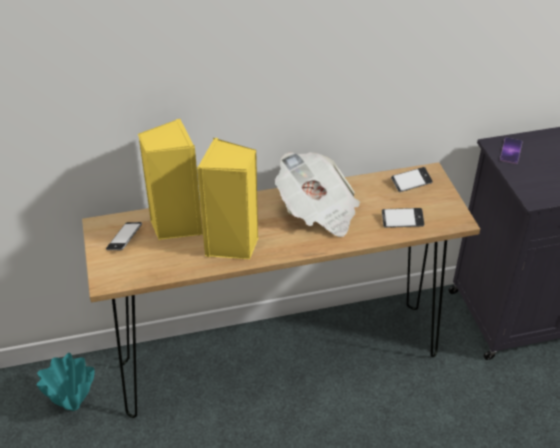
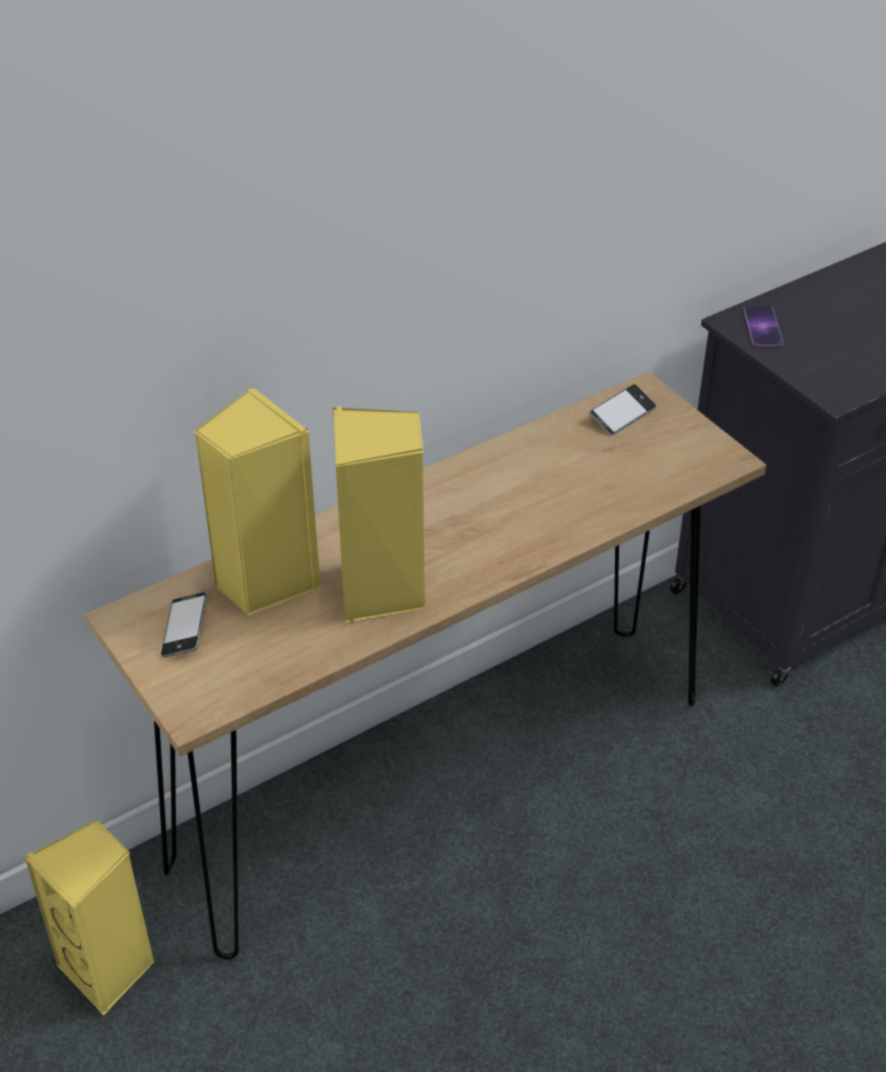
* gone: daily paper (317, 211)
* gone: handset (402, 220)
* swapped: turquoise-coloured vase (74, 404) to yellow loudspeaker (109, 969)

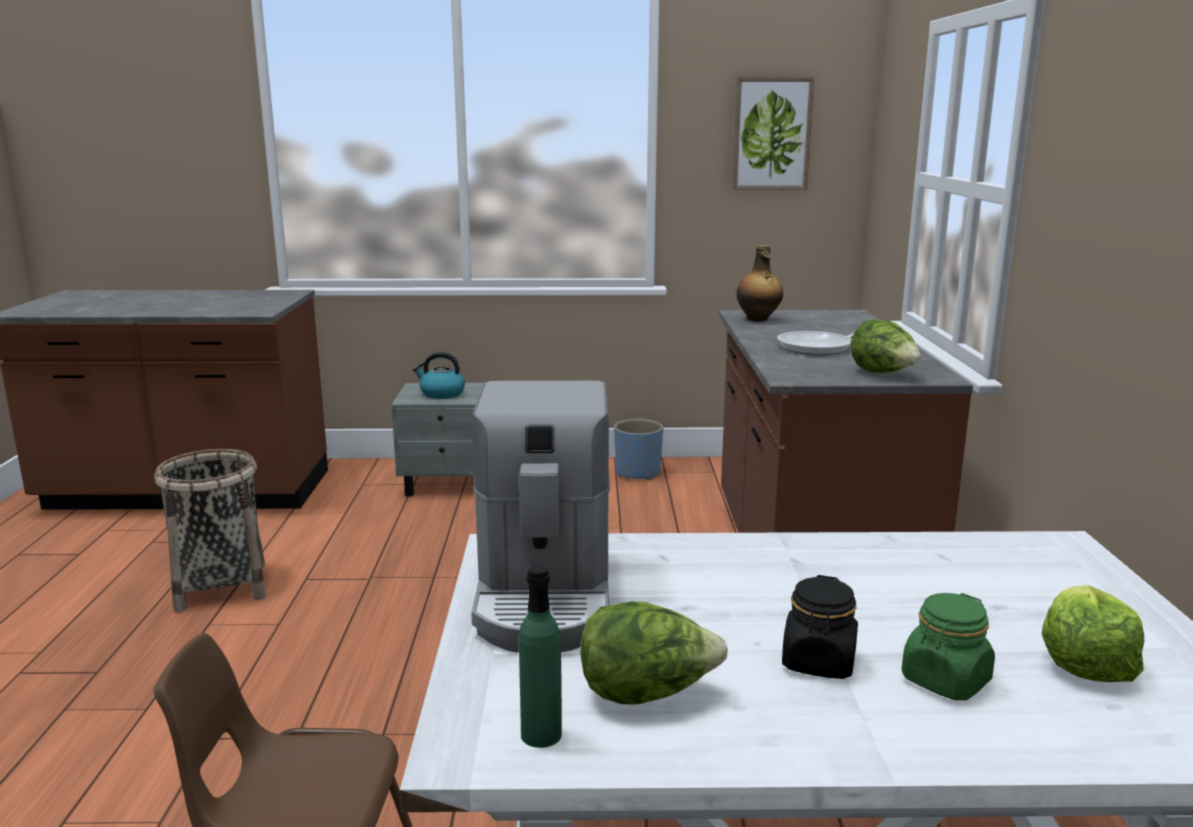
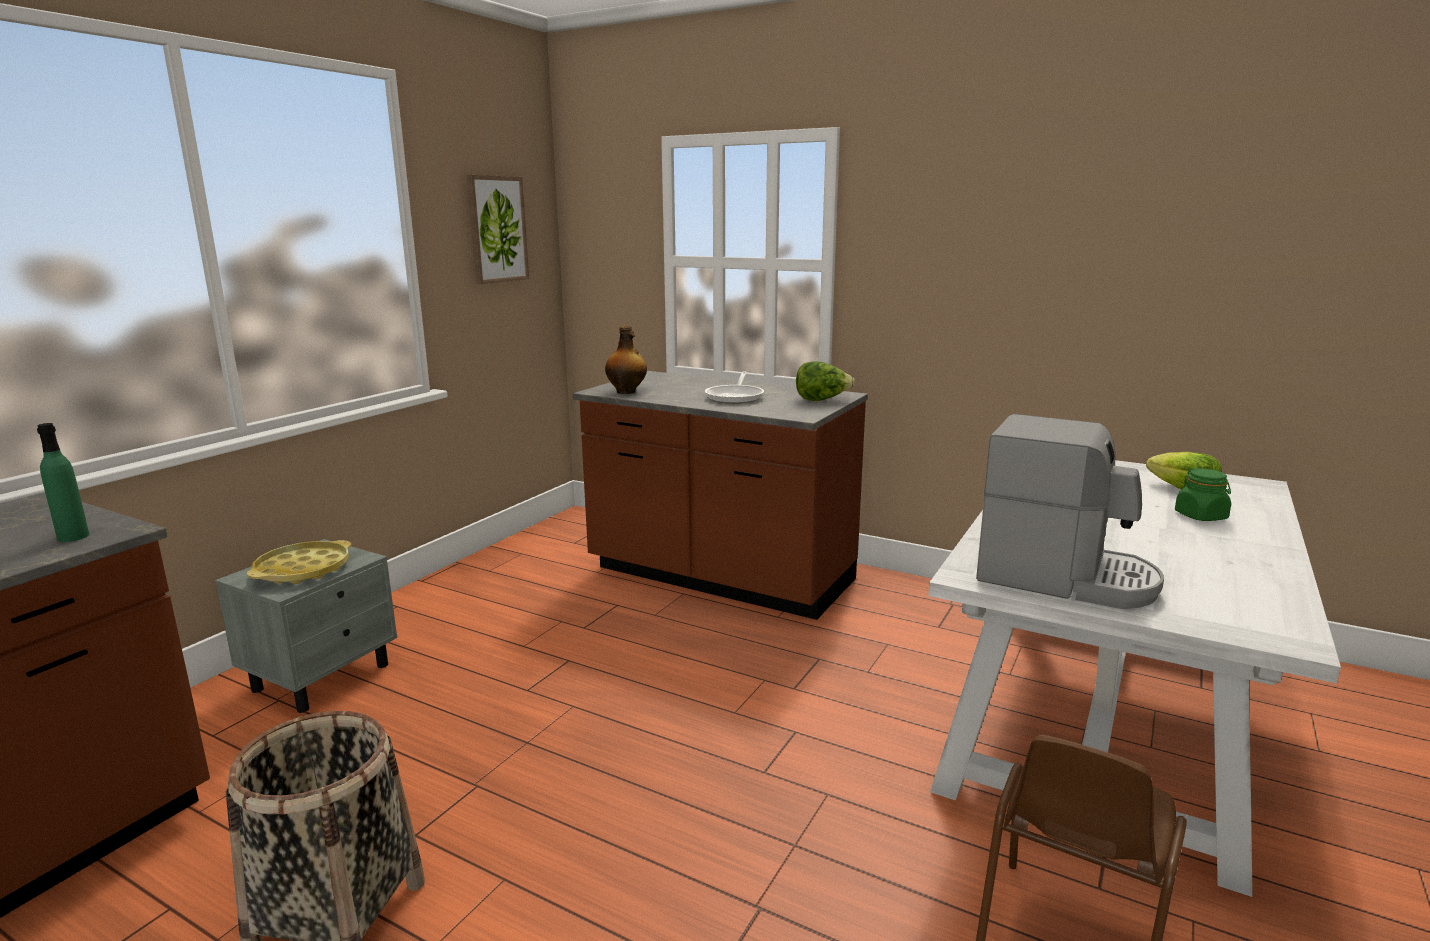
* gone: lettuce head (646, 694)
* gone: blue plant pot (638, 473)
* gone: blackish storage jar (818, 662)
* shifted: green-coloured drink bottle (541, 734) to (73, 537)
* swapped: kettle (441, 394) to yellow serving tray (303, 570)

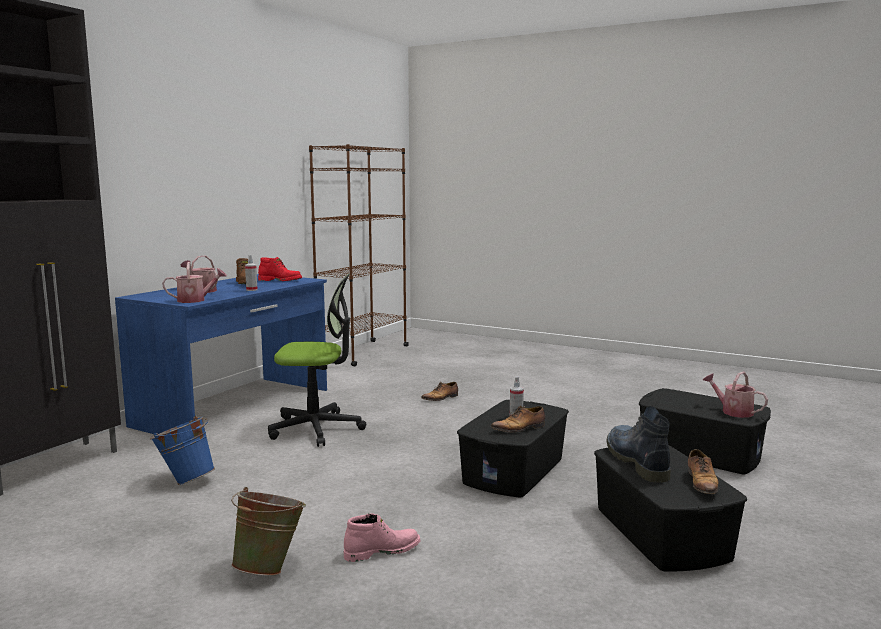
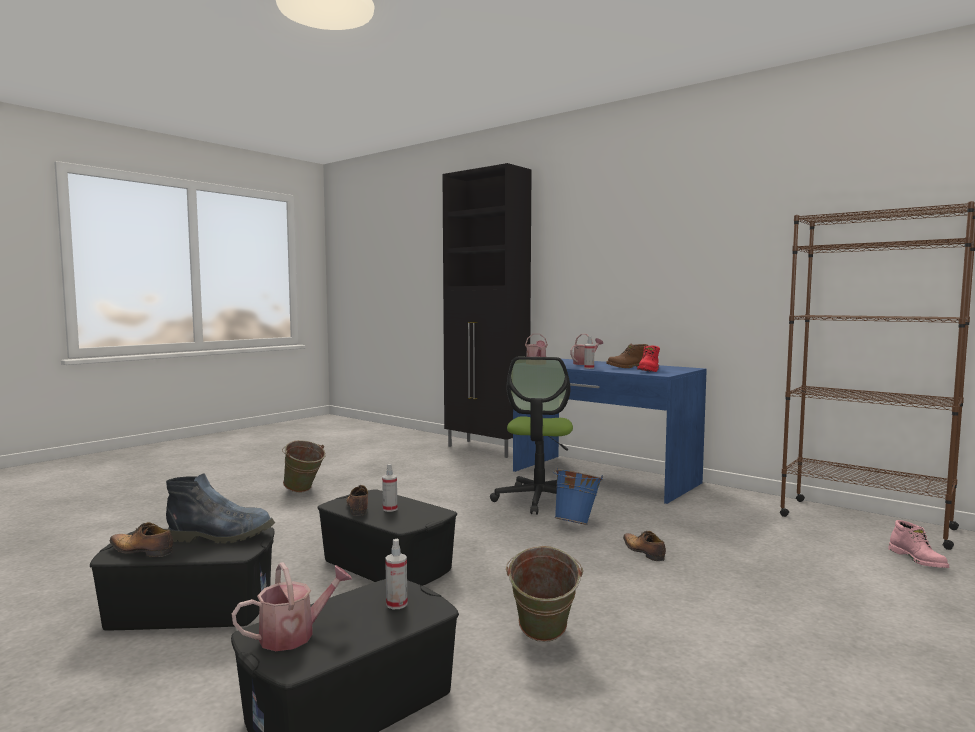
* new: hand sprayer (396, 604)
* new: green-coloured pail (542, 640)
* shifted: blue pail (185, 480) to (576, 523)
* shifted: pinkish boot (382, 551) to (918, 560)

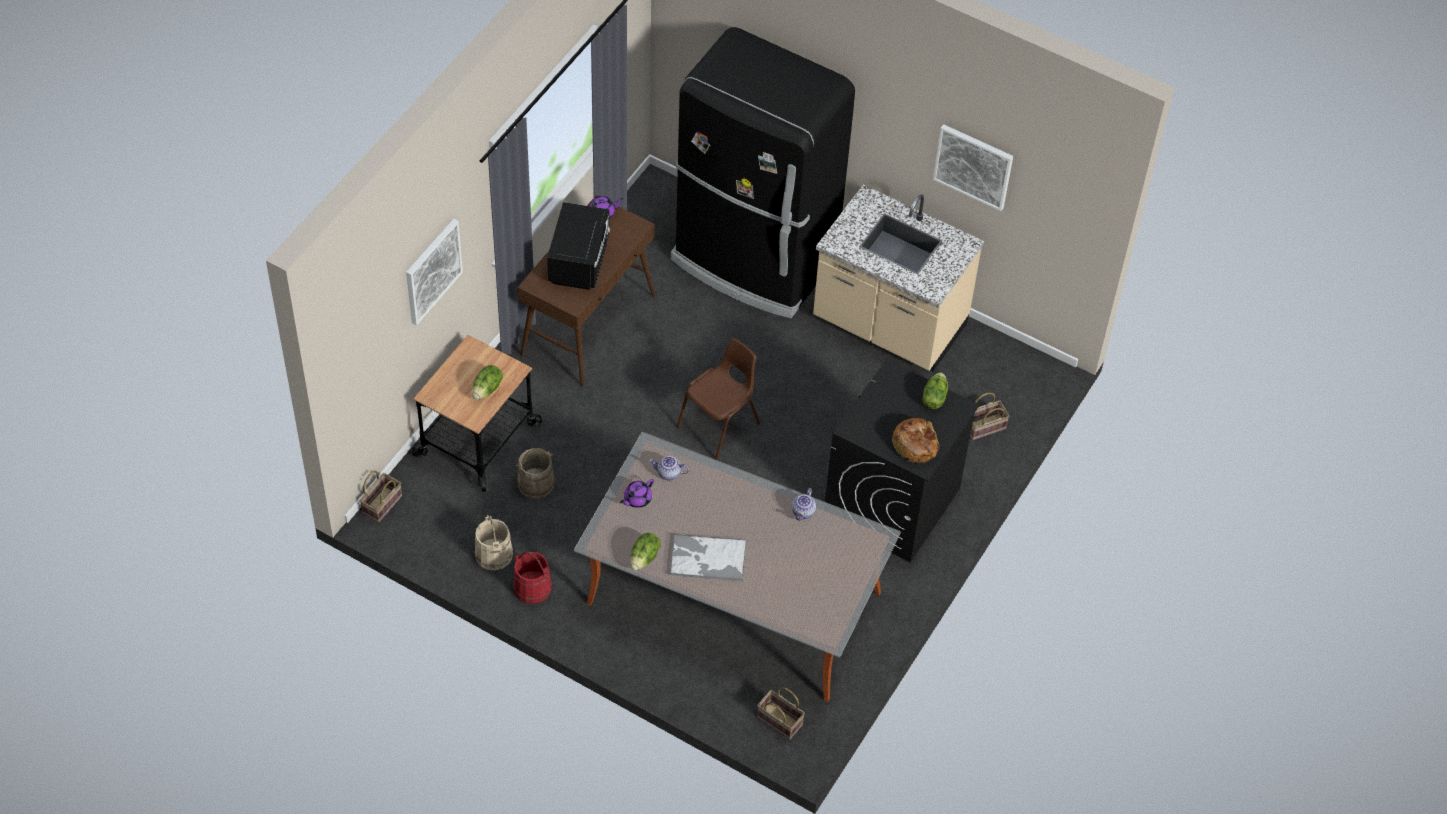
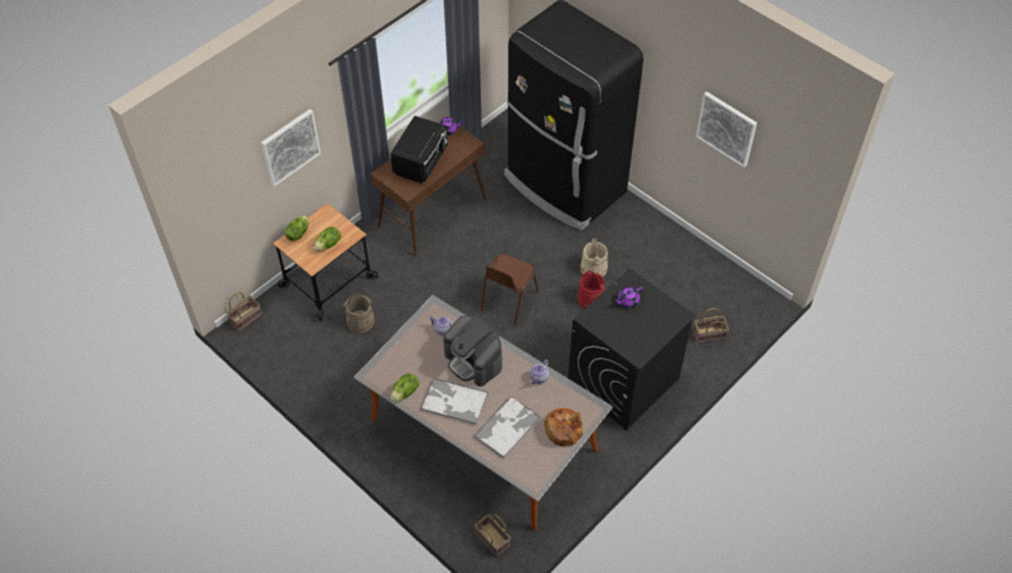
* gone: beige-coloured kitchen base unit (888, 325)
* new: coffee machine (474, 361)
* new: serving tray (507, 427)
* shifted: beige-coloured pail (493, 554) to (593, 268)
* shifted: red pail (532, 587) to (590, 299)
* shifted: purplish pot for tea (637, 499) to (627, 301)
* shifted: baked bread (916, 444) to (563, 429)
* shifted: lettuce head (934, 398) to (298, 233)
* rotated: brownish upright chair (720, 426) = (508, 301) 150 degrees clockwise

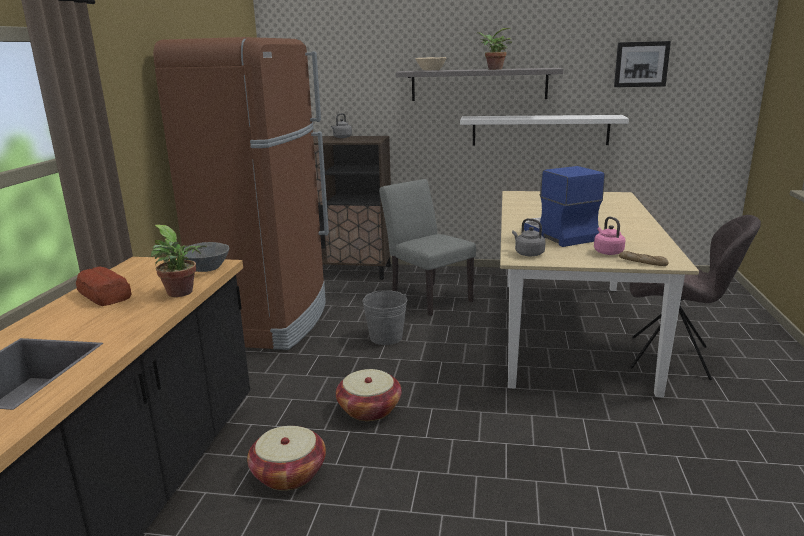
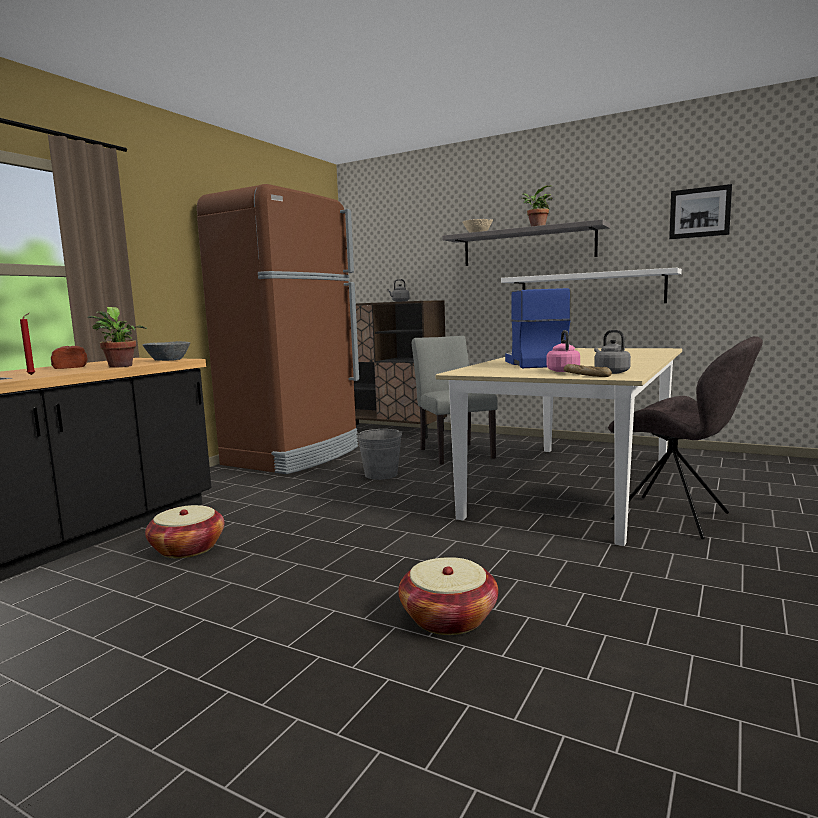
* new: red wax light (32, 374)
* shifted: household basket (369, 409) to (448, 618)
* shifted: gray kettle (528, 253) to (610, 372)

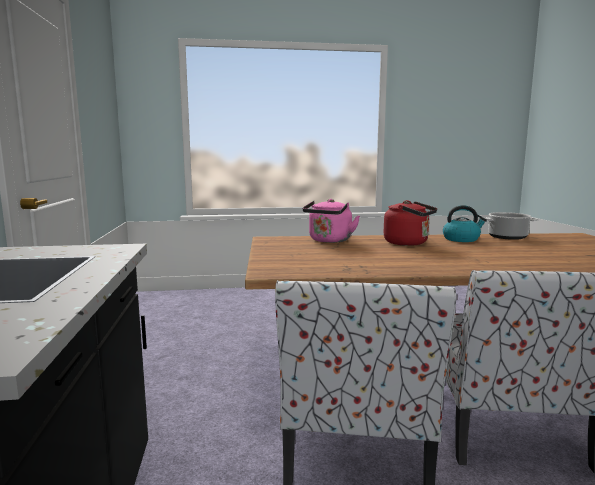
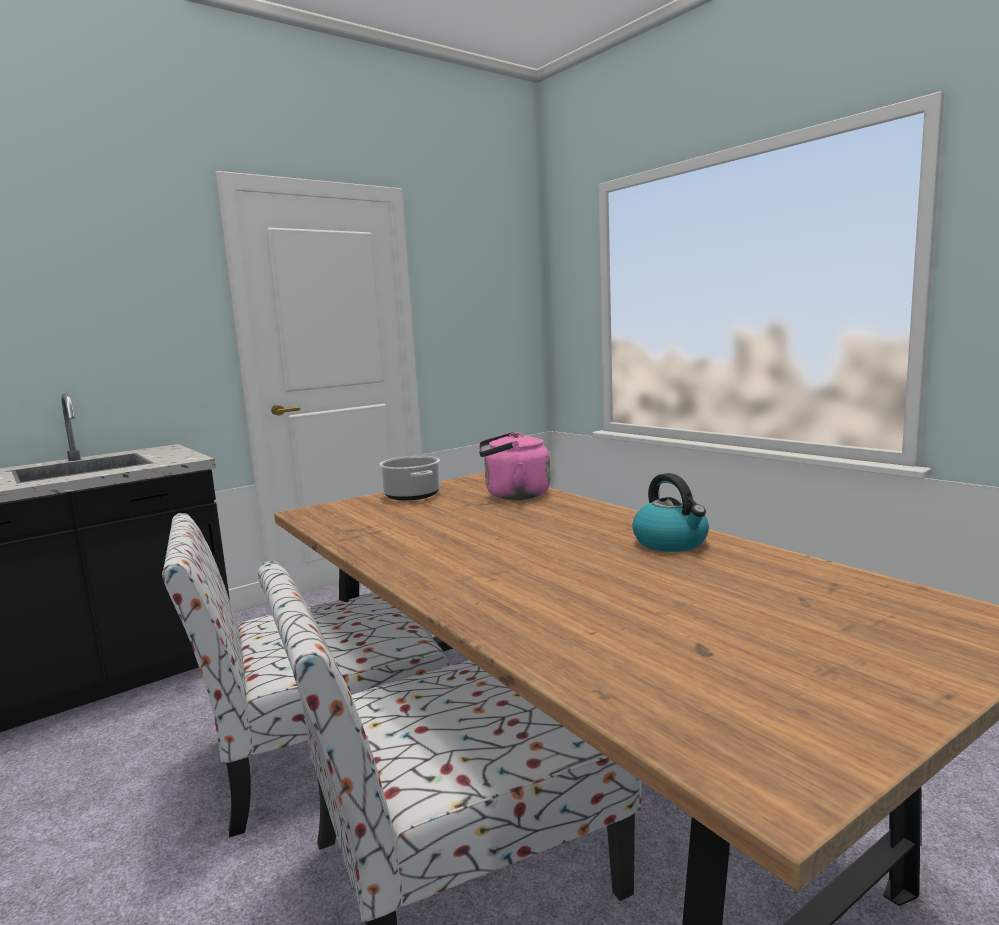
* gone: red kettle (408, 243)
* shifted: saucepot (507, 237) to (413, 495)

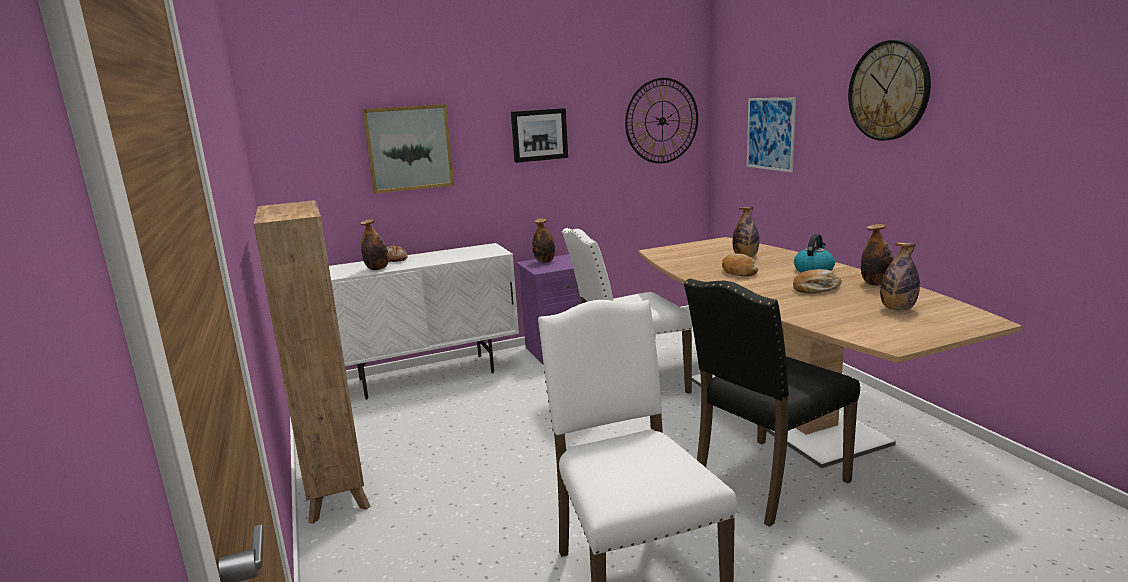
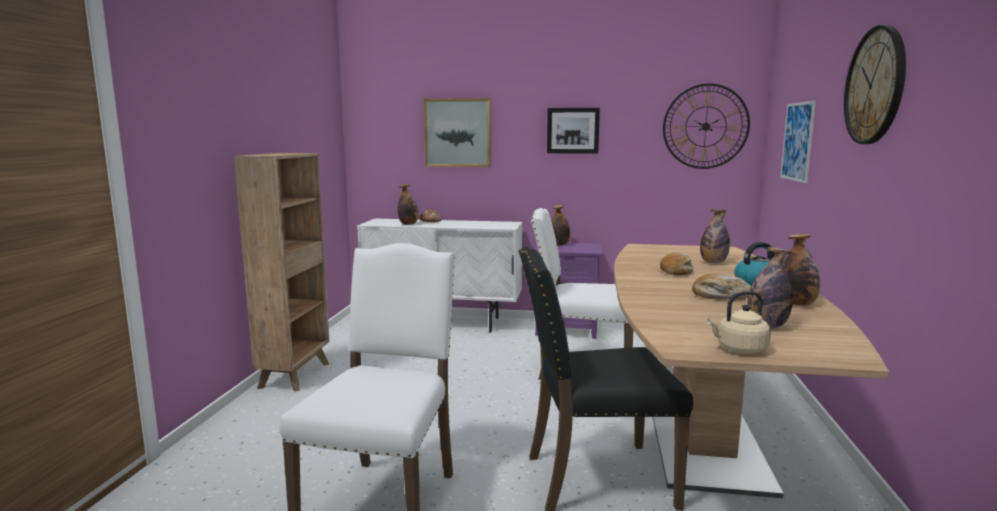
* new: beige-coloured kettle (739, 349)

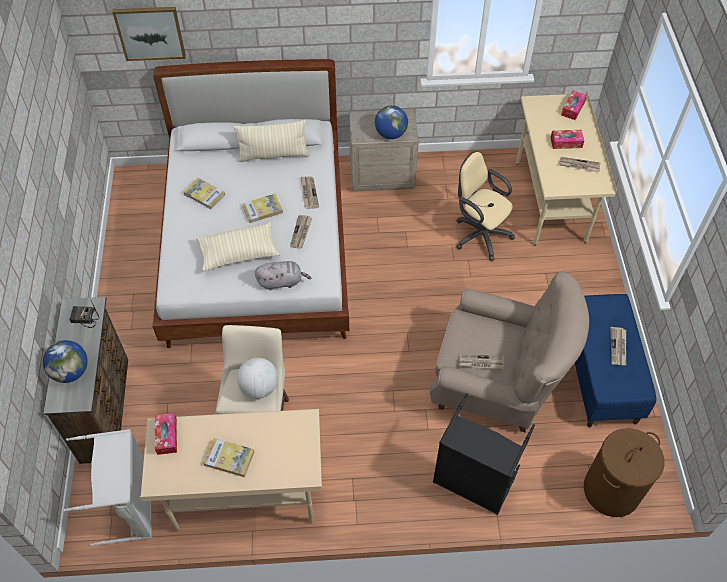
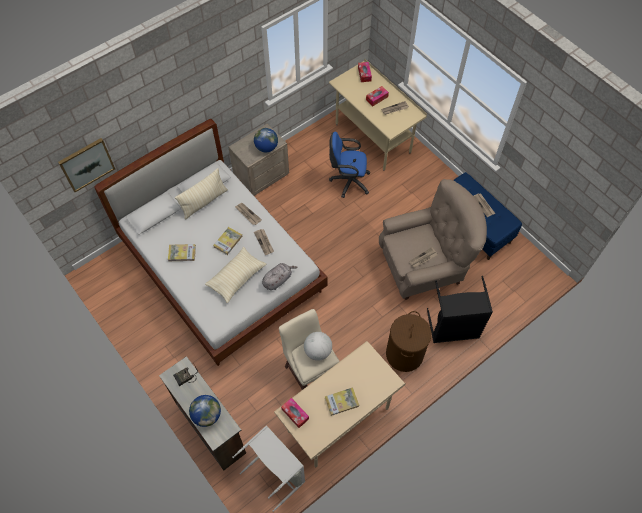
* shifted: brownish washing basket (611, 490) to (404, 354)
* repainted: beige-coloured computer chair (479, 234) to blue computer chair (348, 181)

